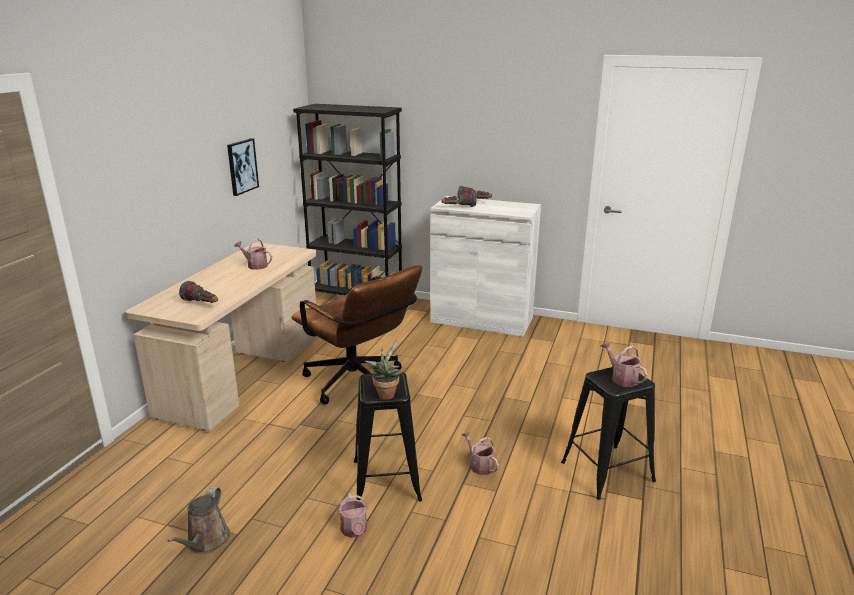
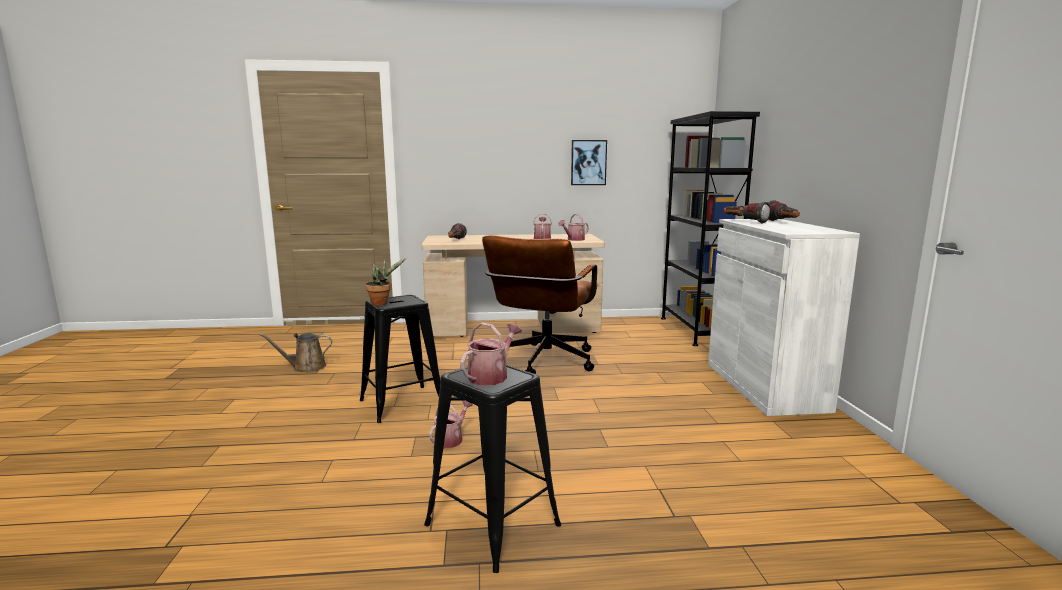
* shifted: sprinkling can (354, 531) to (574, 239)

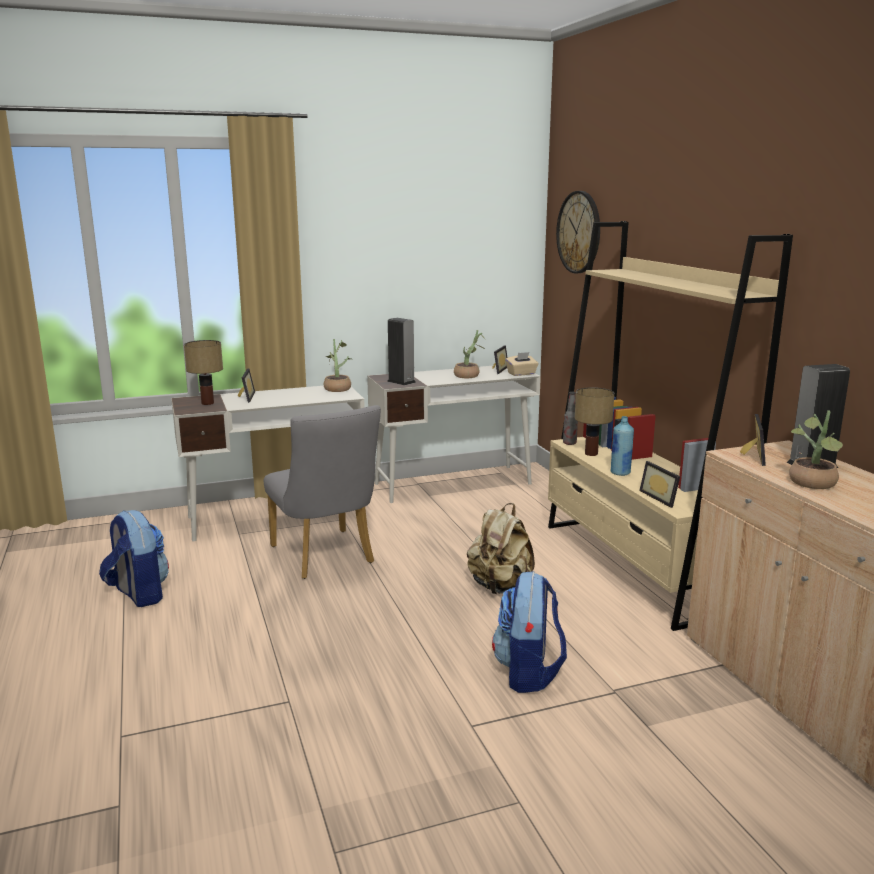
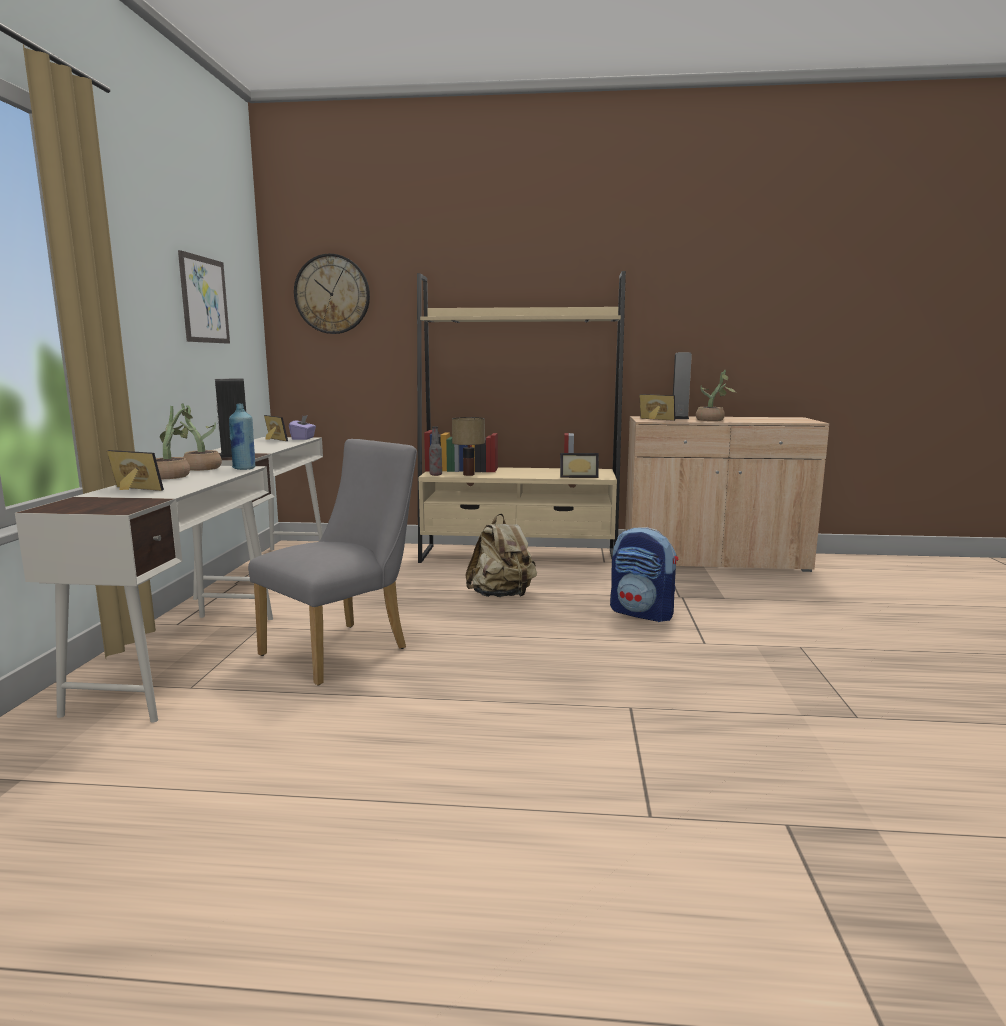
* gone: rucksack (138, 594)
* gone: lamp for a table (207, 403)
* new: wall art (204, 300)
* shifted: houseplant (469, 375) to (173, 475)
* shifted: blue drink bottle (620, 473) to (244, 468)
* repainted: beige-coloured box of tissues (521, 374) to purplish box of tissues (303, 438)
* rotated: gray upright chair (326, 557) = (344, 649) 45 degrees counterclockwise

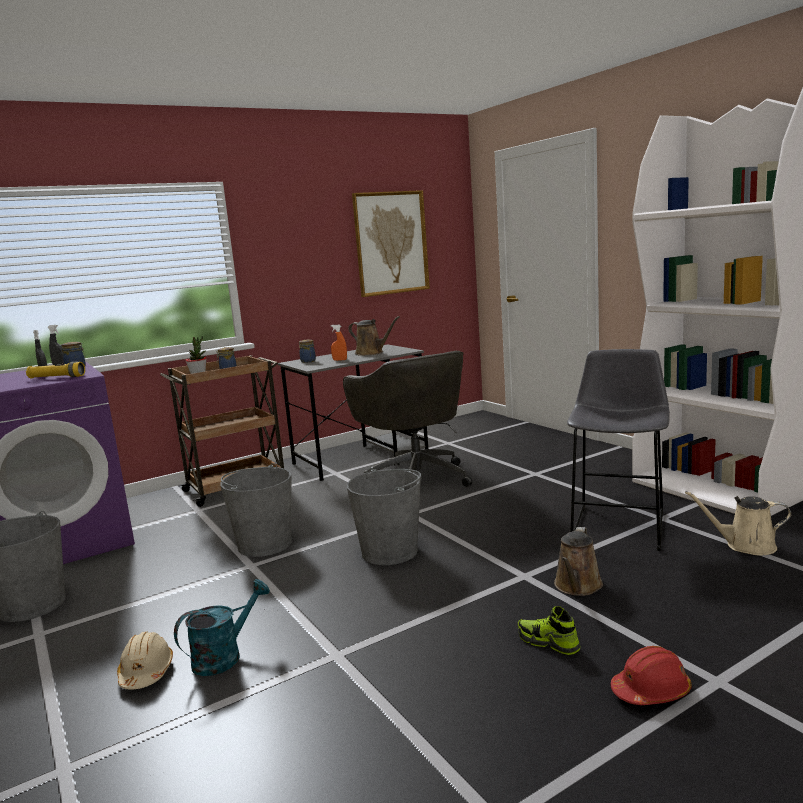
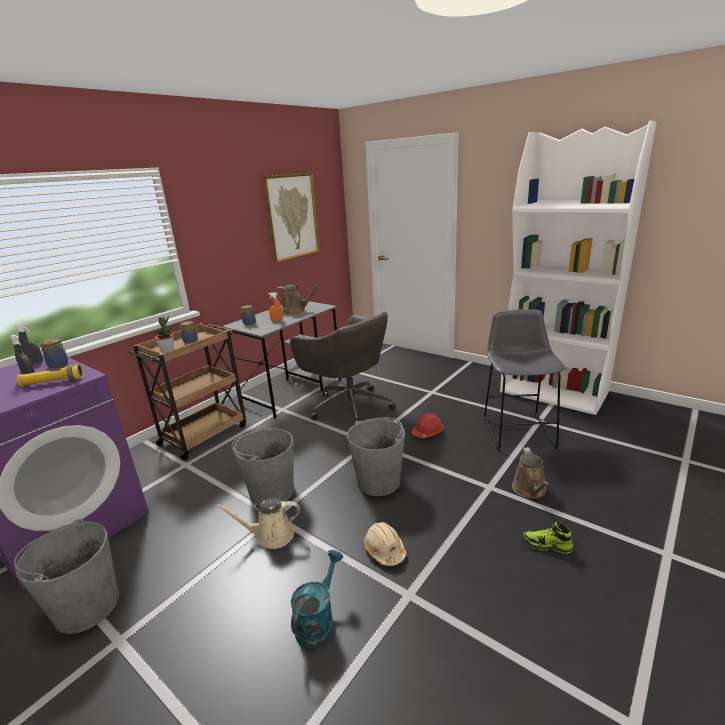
* shifted: beige-coloured hard hat (146, 672) to (384, 550)
* shifted: red hard hat (651, 691) to (427, 432)
* shifted: beige-coloured sprinkling can (745, 545) to (271, 536)

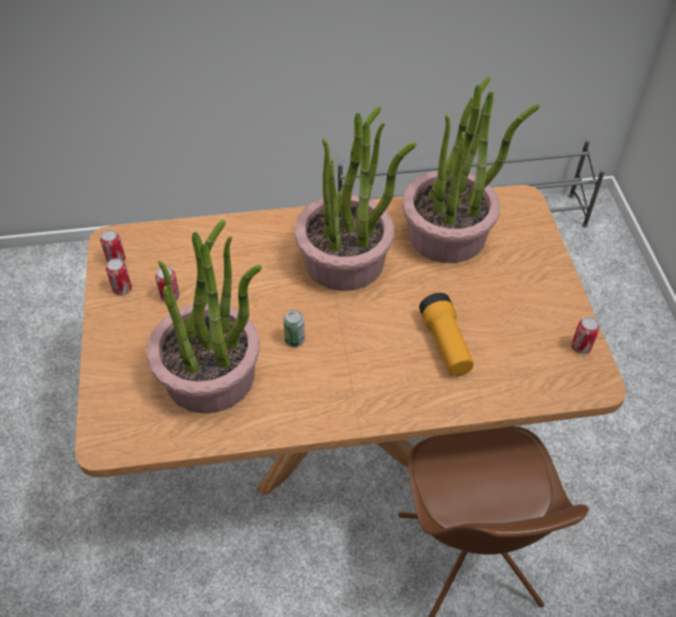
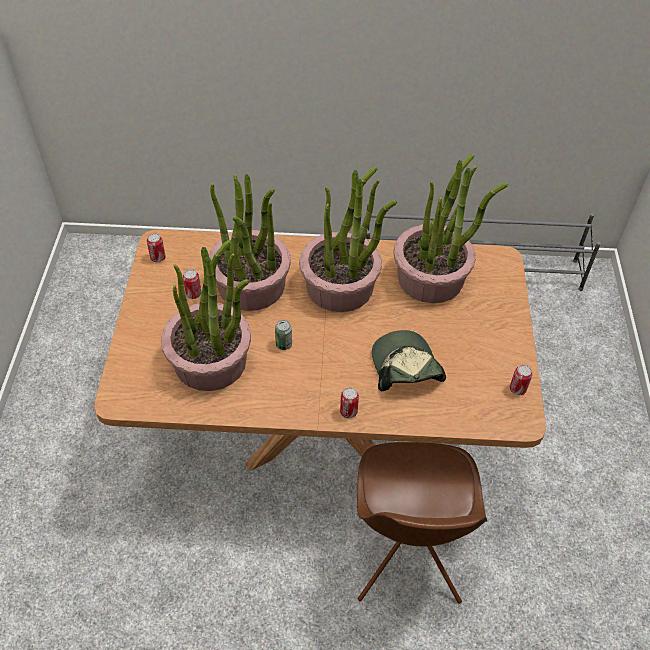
* new: houseplant (251, 286)
* shifted: can (122, 288) to (348, 412)
* swapped: torch (445, 344) to peaked cap (405, 368)

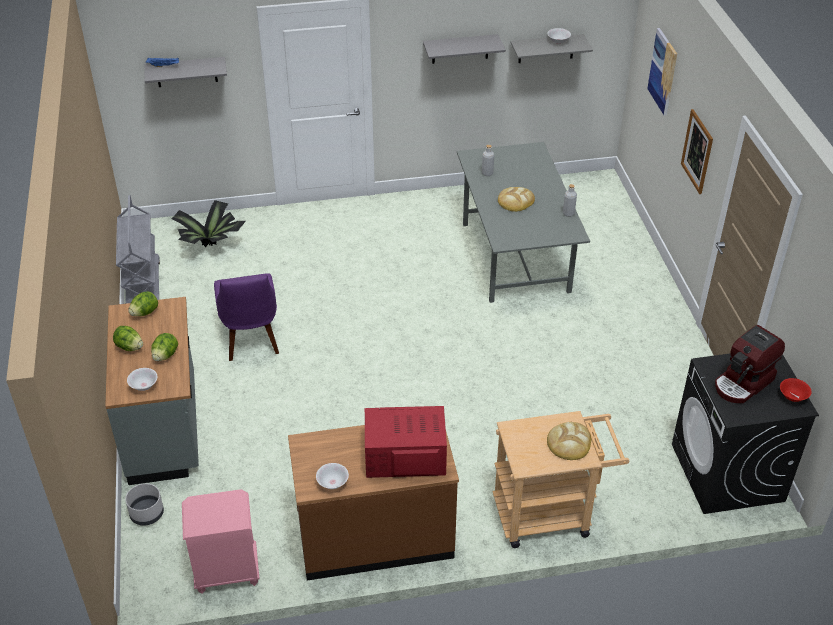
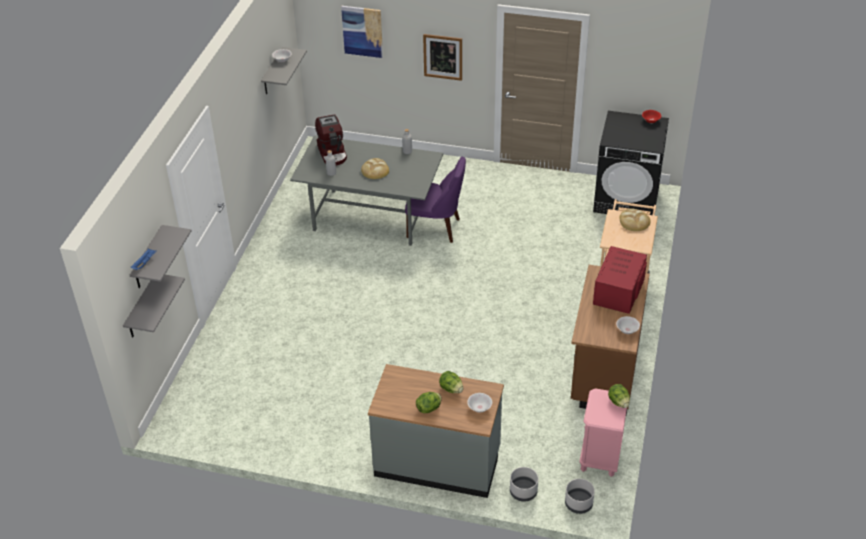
* gone: gray trolley (143, 287)
* gone: houseplant (211, 245)
* new: gray plant pot (578, 504)
* shifted: lettuce head (145, 312) to (618, 402)
* shifted: purplish upright chair (251, 339) to (436, 228)
* shifted: gray shelf (460, 49) to (141, 308)
* shifted: coffee machine (743, 383) to (333, 153)

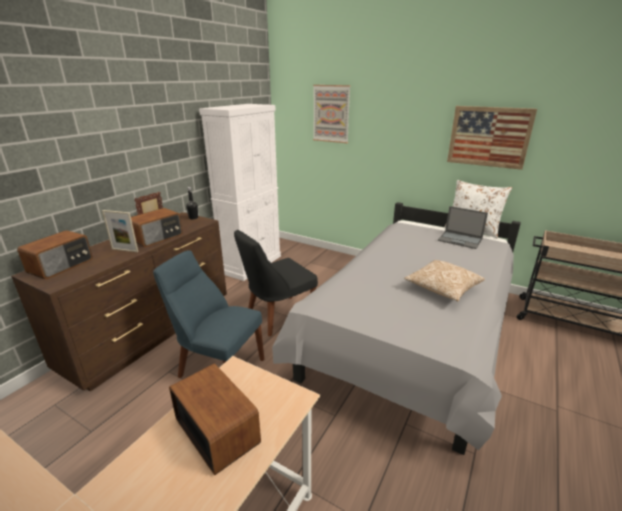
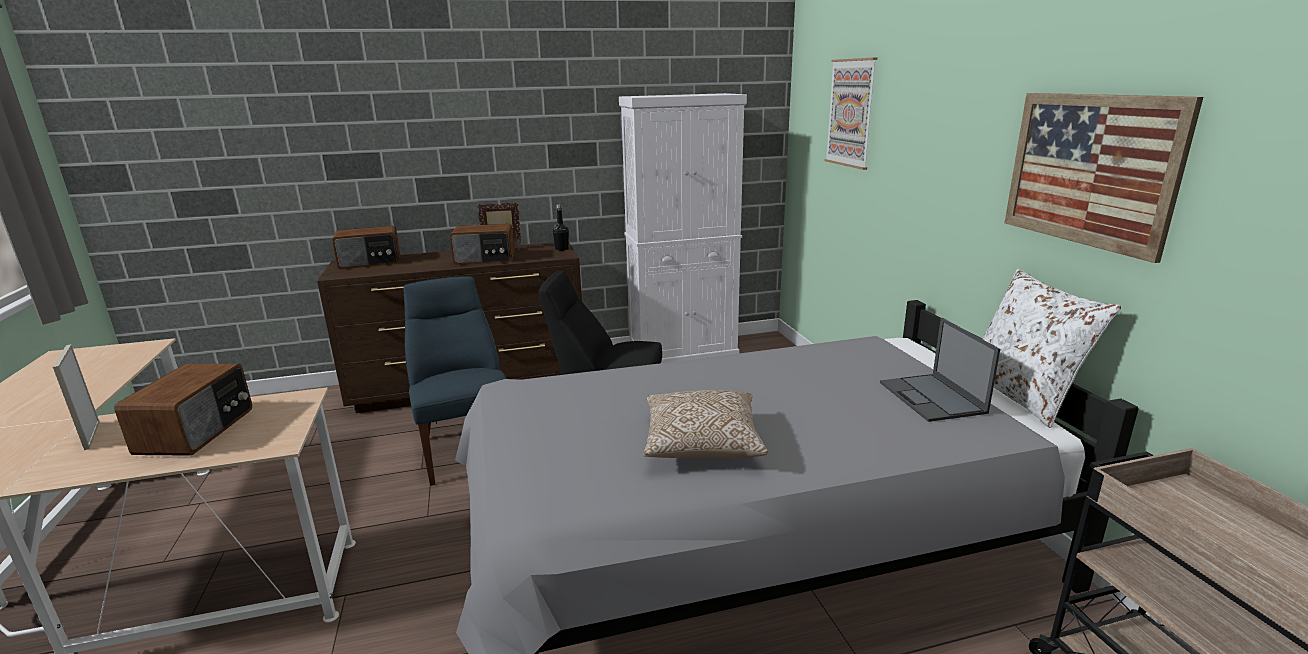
* shifted: picture frame (125, 250) to (92, 435)

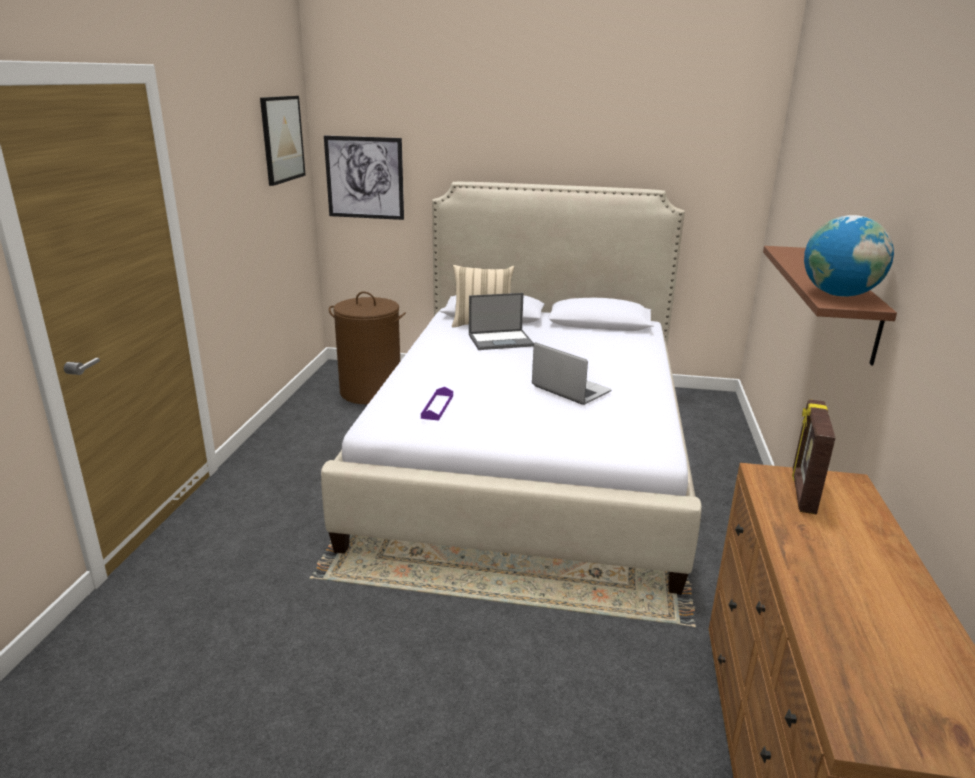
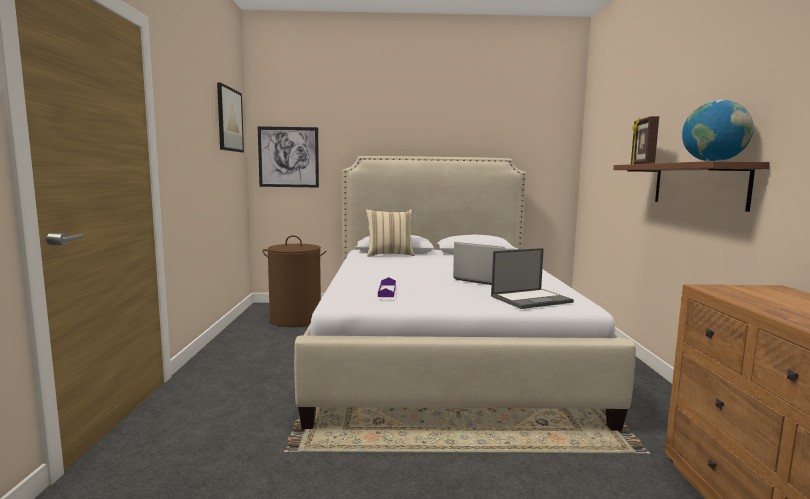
* shifted: laptop (501, 340) to (531, 299)
* shifted: picture frame (802, 492) to (641, 164)

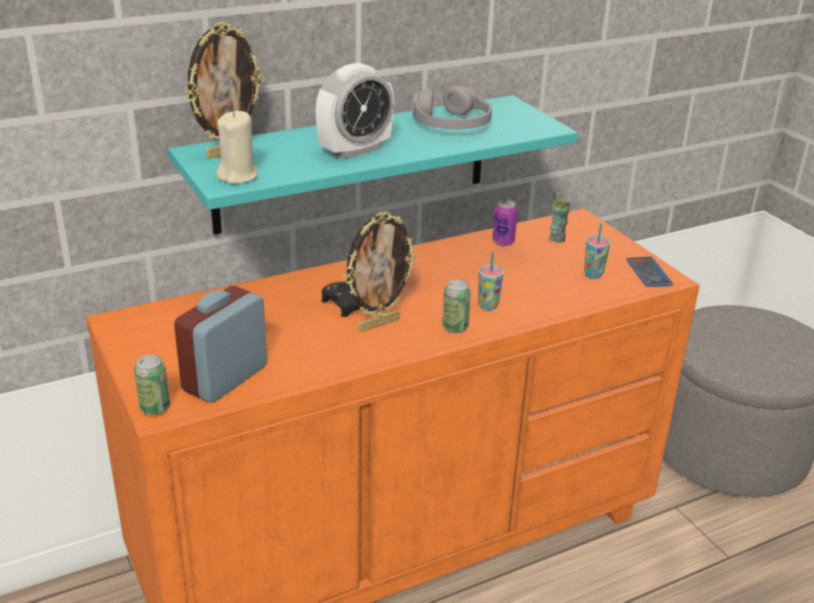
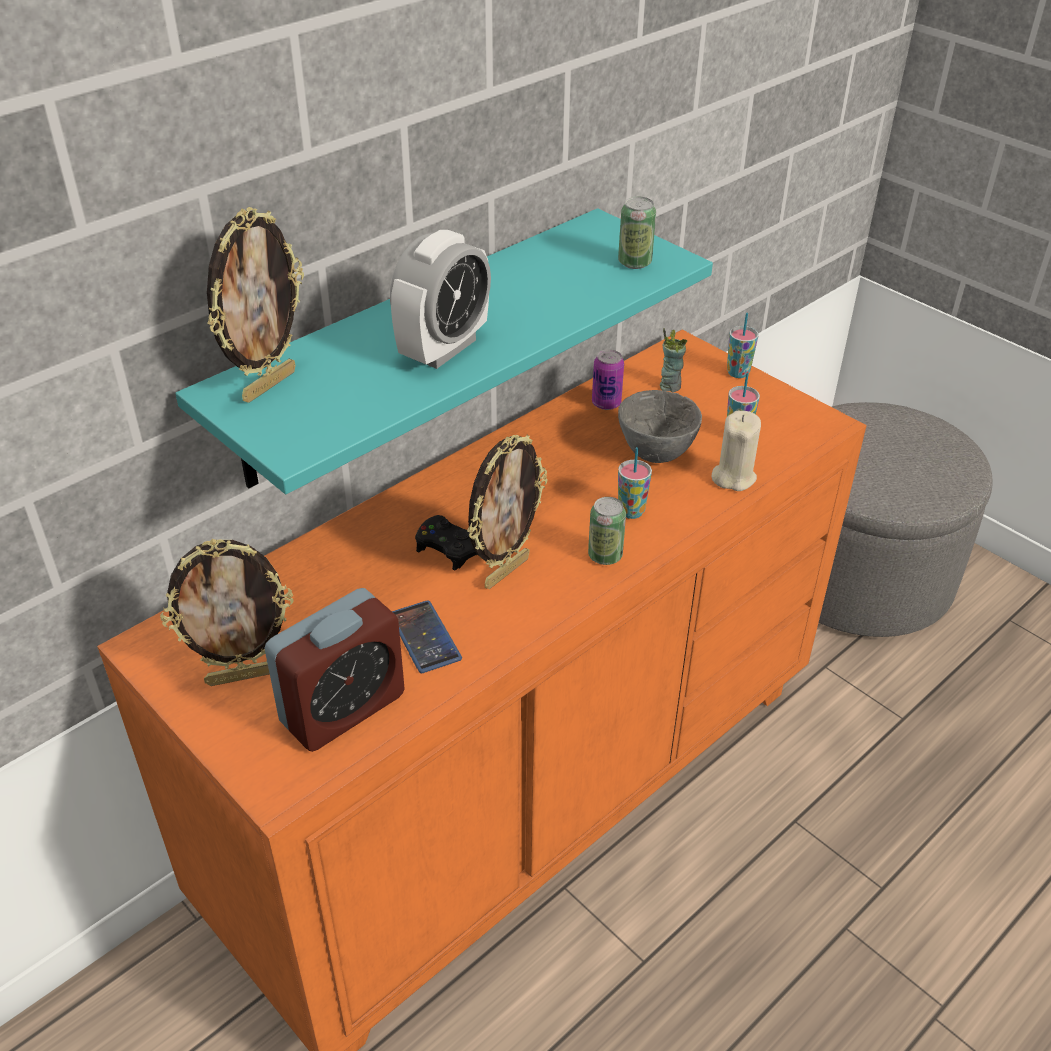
* gone: gray pair of headphones (451, 124)
* new: picture frame (243, 675)
* new: gray deep dish (655, 454)
* new: small cup (738, 373)
* shifted: can (155, 408) to (634, 262)
* shifted: beige-coloured wax light (238, 176) to (733, 477)
* shifted: handset (648, 272) to (424, 637)
* rotated: bedside clock (225, 378) = (343, 709) 150 degrees counterclockwise

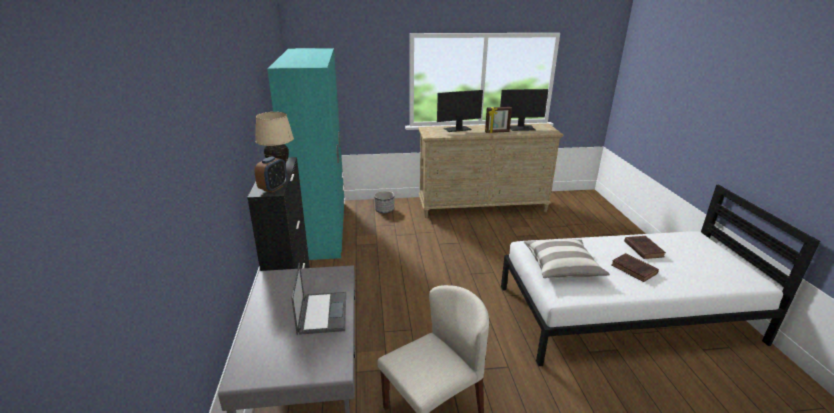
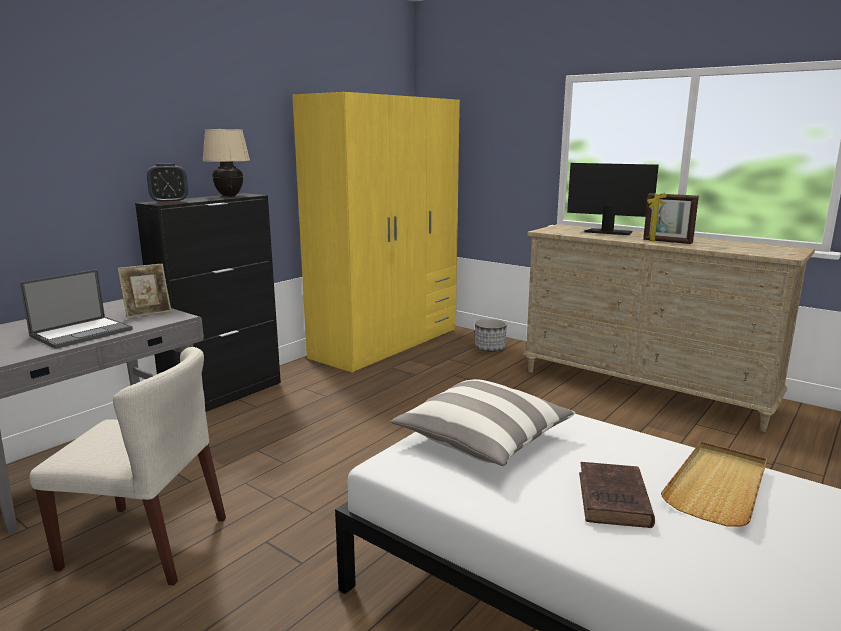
* gone: computer screen (522, 128)
* new: picture frame (148, 313)
* swapped: brownish bound book (643, 248) to beige-coloured serving tray (718, 486)
* repainted: turquoise-coloured armoire (322, 228) to yellow armoire (386, 343)

